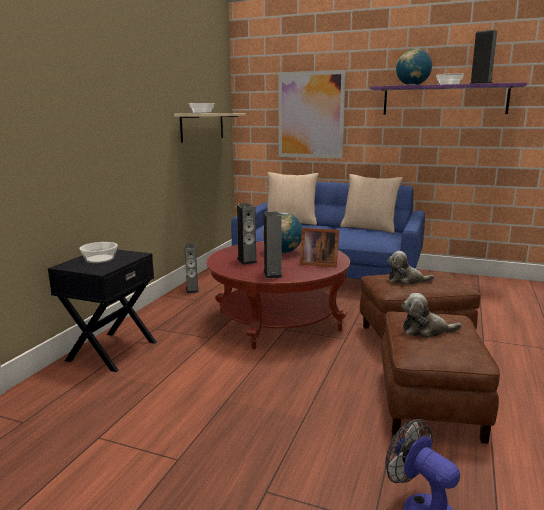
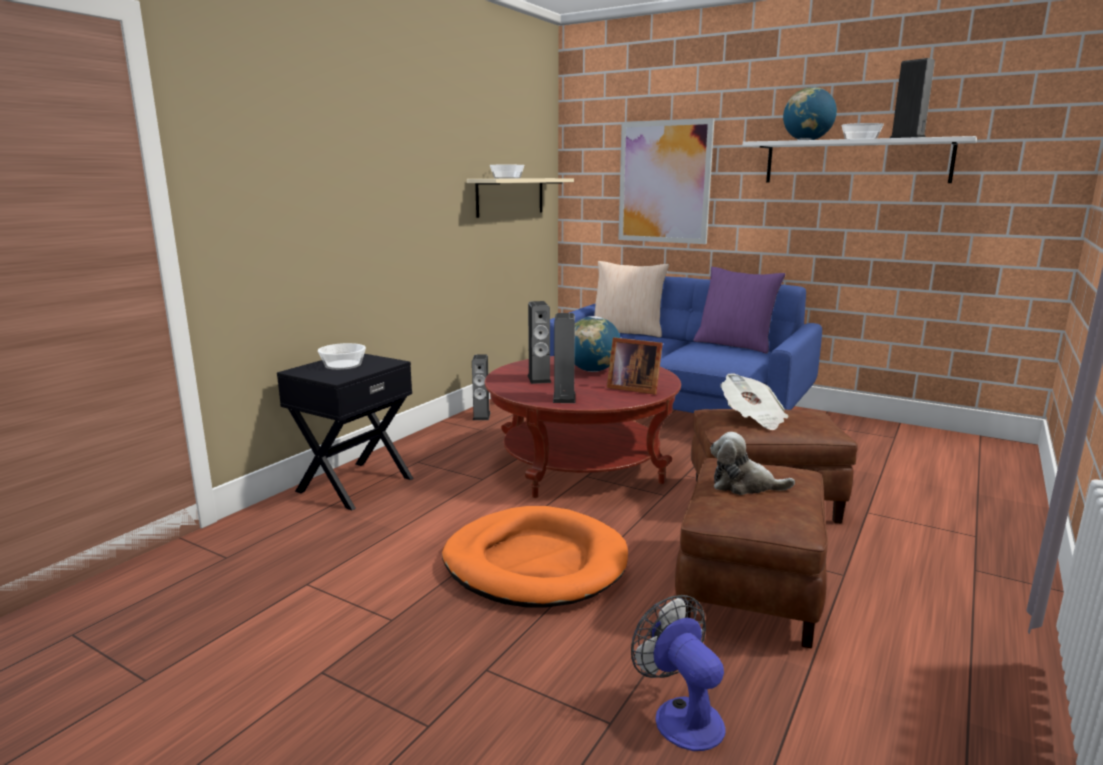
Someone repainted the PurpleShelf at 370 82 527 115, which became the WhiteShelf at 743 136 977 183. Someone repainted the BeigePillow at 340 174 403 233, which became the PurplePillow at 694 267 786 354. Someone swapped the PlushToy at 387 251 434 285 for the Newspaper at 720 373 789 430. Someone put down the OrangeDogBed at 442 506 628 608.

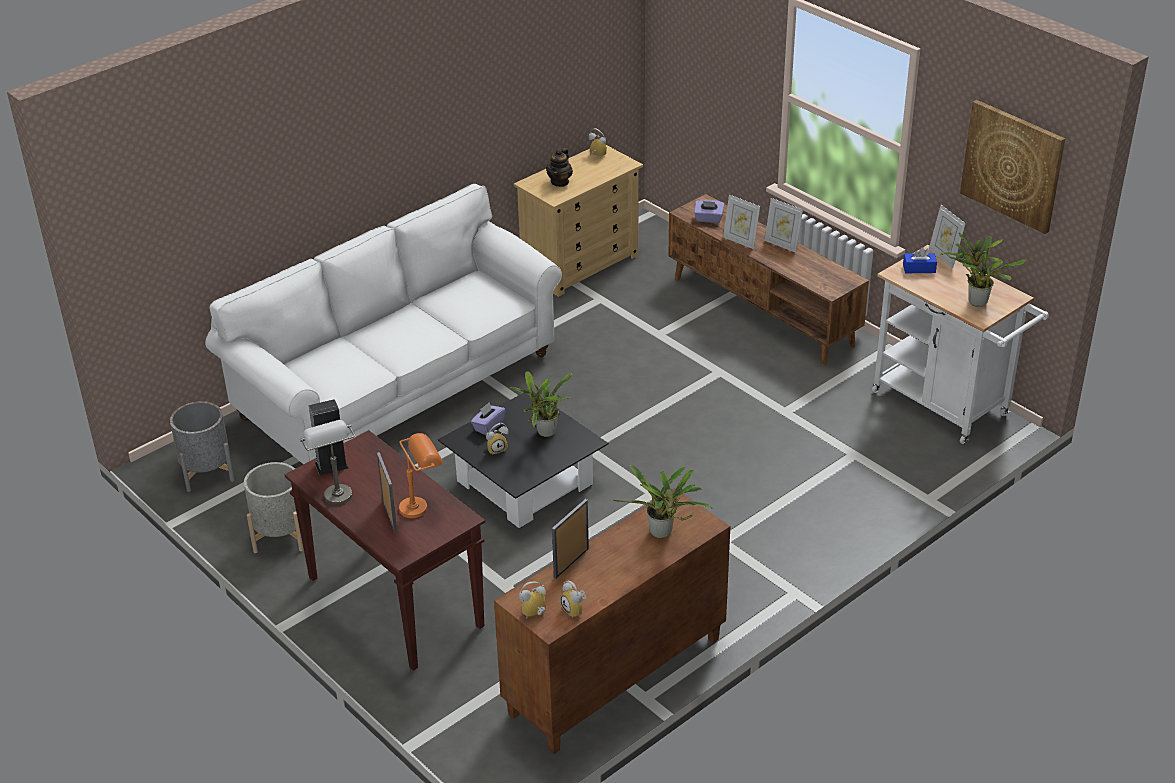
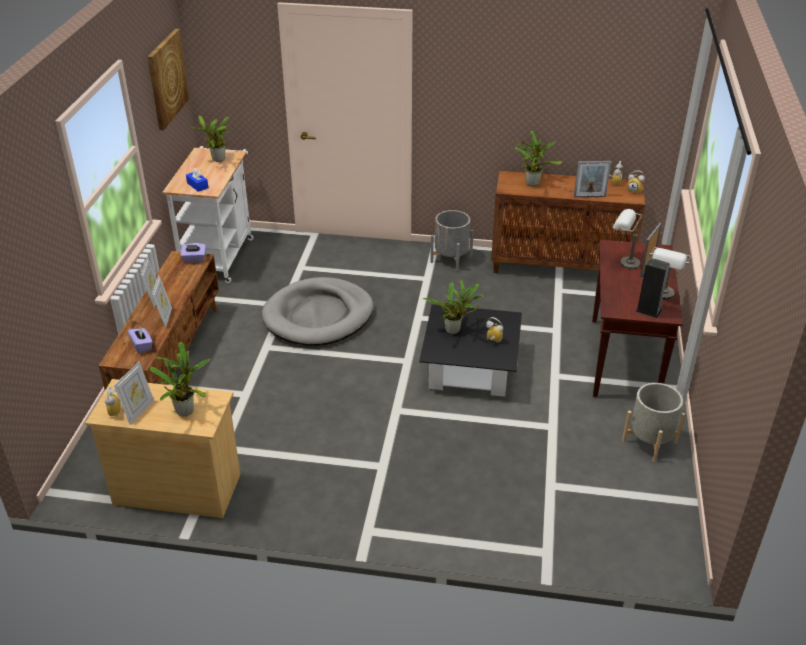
Someone swapped the Teapot at 546 148 573 187 for the PottedPlant at 150 342 210 416. Someone took away the WhiteSofa at 205 184 562 464. Someone carried the PictureFrame from 929 205 966 268 to 114 362 154 425. Someone carried the GreyPlanter from 170 401 234 492 to 430 210 474 271. Someone carried the PurpleTissueBox from 471 402 506 435 to 181 243 206 263. Someone repainted the OrangeTableLamp at 399 433 443 518, which became the GreyTableLamp at 613 209 642 270. Someone put down the GreyDogBed at 262 277 373 346.

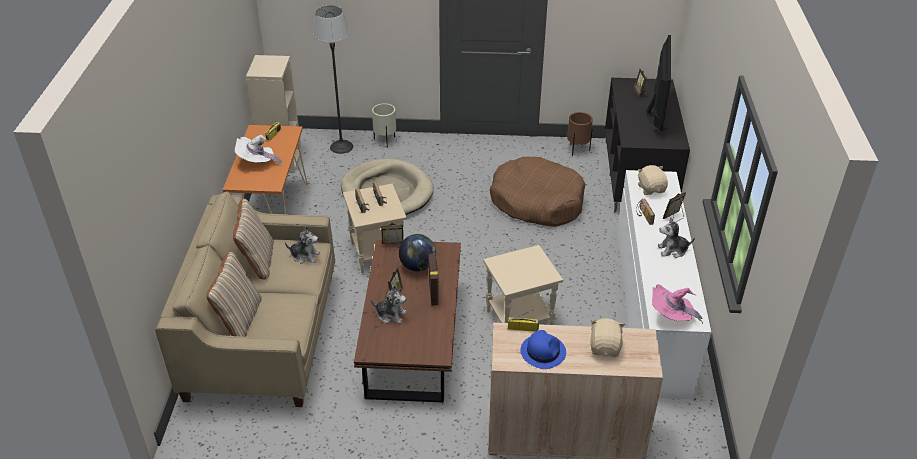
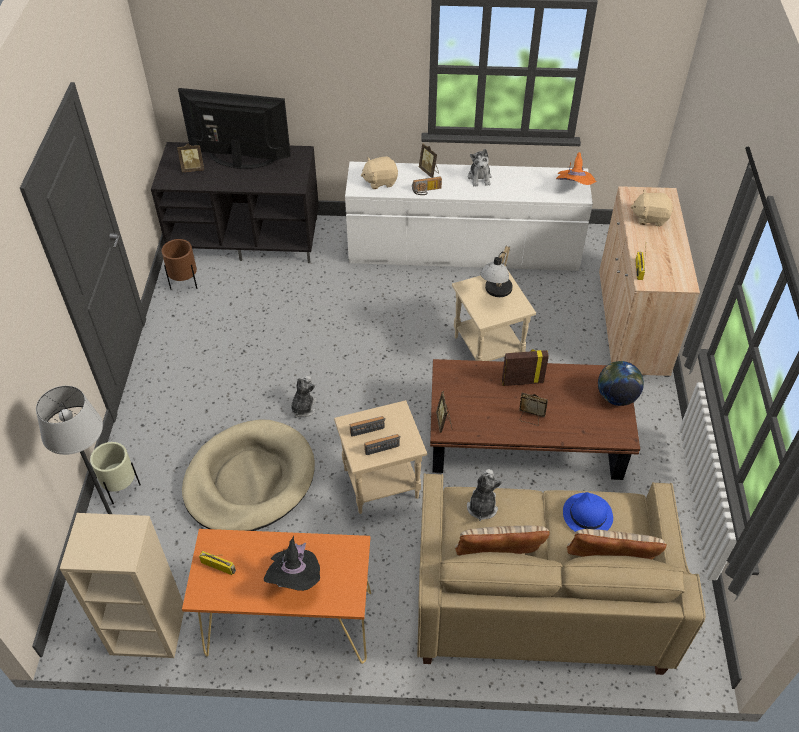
Someone repainted the WhiteHat at 235 135 283 163, which became the BlackHat at 264 536 320 591. Someone took away the BrownDogBed at 490 157 585 227. Someone carried the Globe from 399 234 436 271 to 598 361 644 406. Someone repainted the PinkHat at 652 284 703 324, which became the OrangeHat at 556 152 597 185. Someone carried the PlushToy from 371 286 407 324 to 290 376 317 417. Someone carried the BlueHat from 520 330 566 369 to 563 492 613 532. Someone put down the TableLamp at 480 246 513 297.

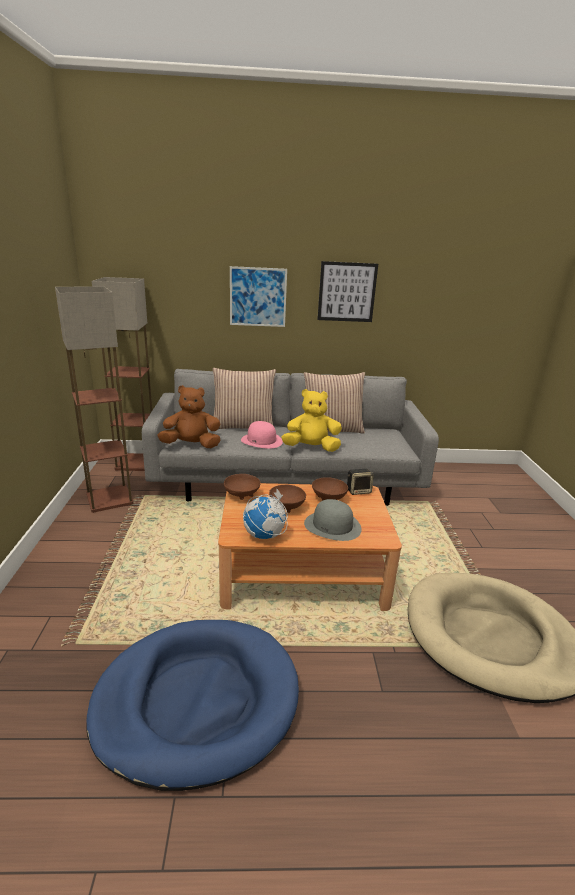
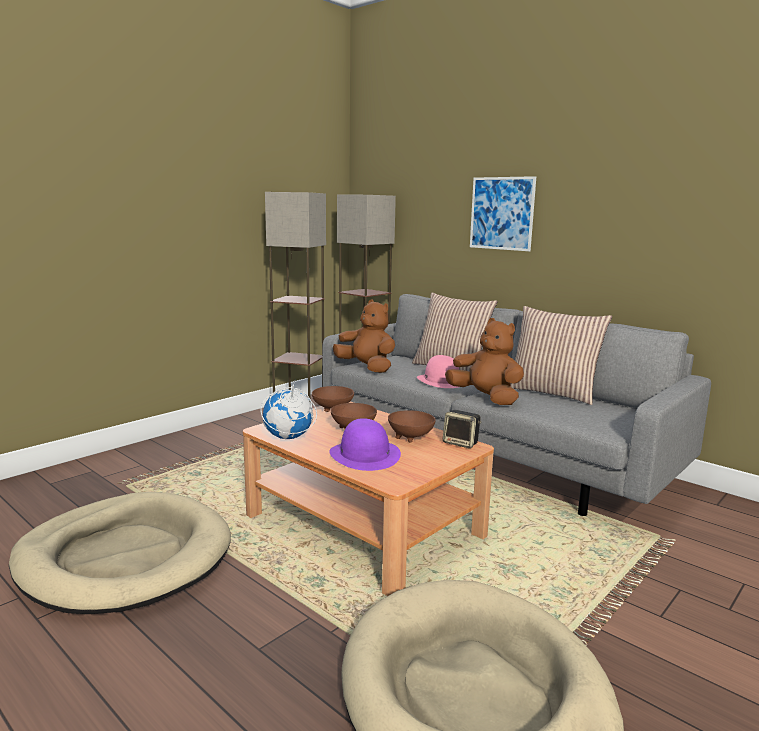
Someone took away the Picture at 317 261 378 322. Someone repainted the YellowPlushToy at 281 389 342 452, which became the BrownPlushToy at 445 318 524 405. Someone repainted the GreyHat at 304 499 362 541, which became the PurpleHat at 329 418 401 471. Someone repainted the BlueDogBed at 86 620 299 791, which became the BeigeDogBed at 9 492 231 614.

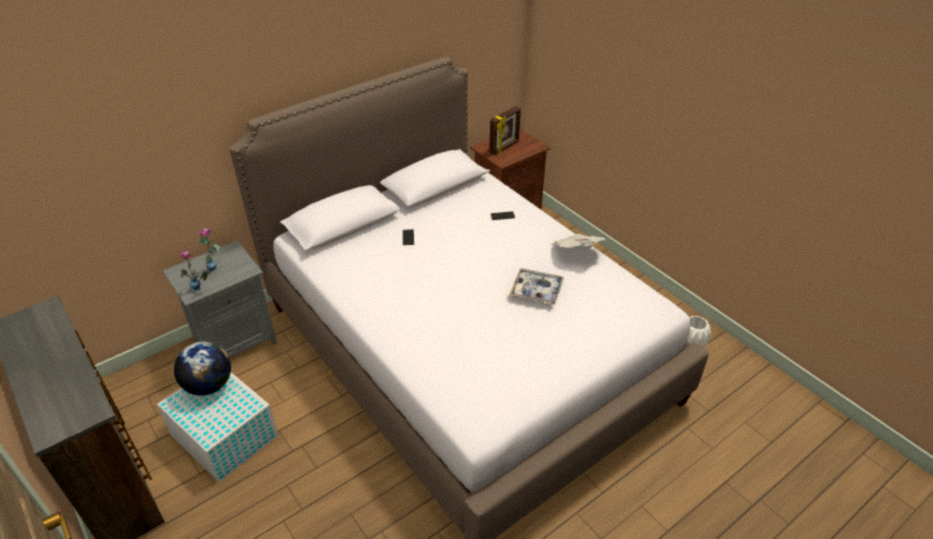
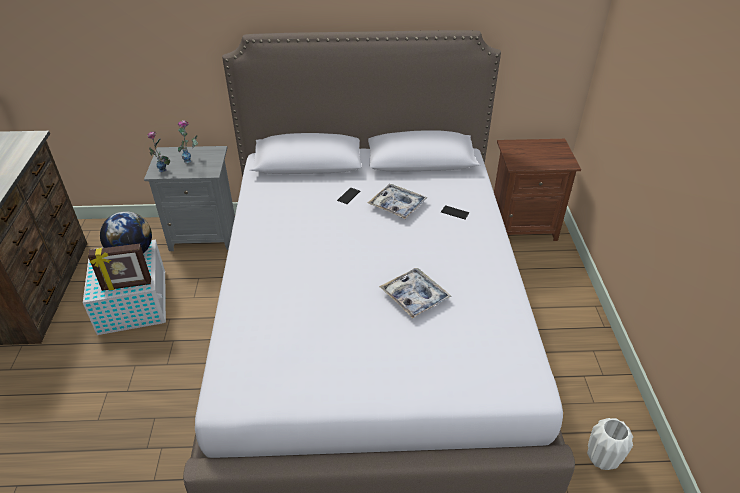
Someone carried the PictureFrame from 489 106 521 155 to 88 244 151 291. Someone took away the Newspaper at 554 234 606 248. Someone put down the Tray at 368 184 427 219.

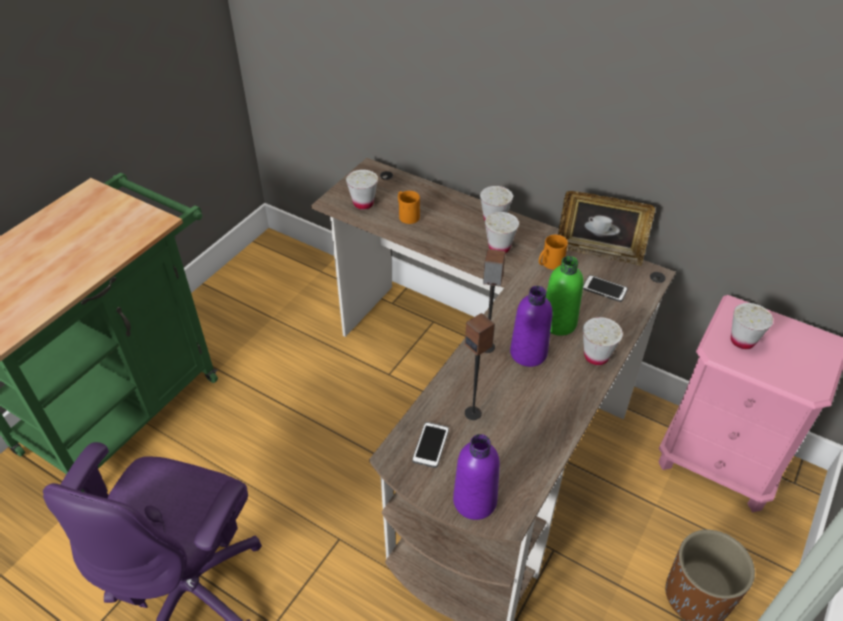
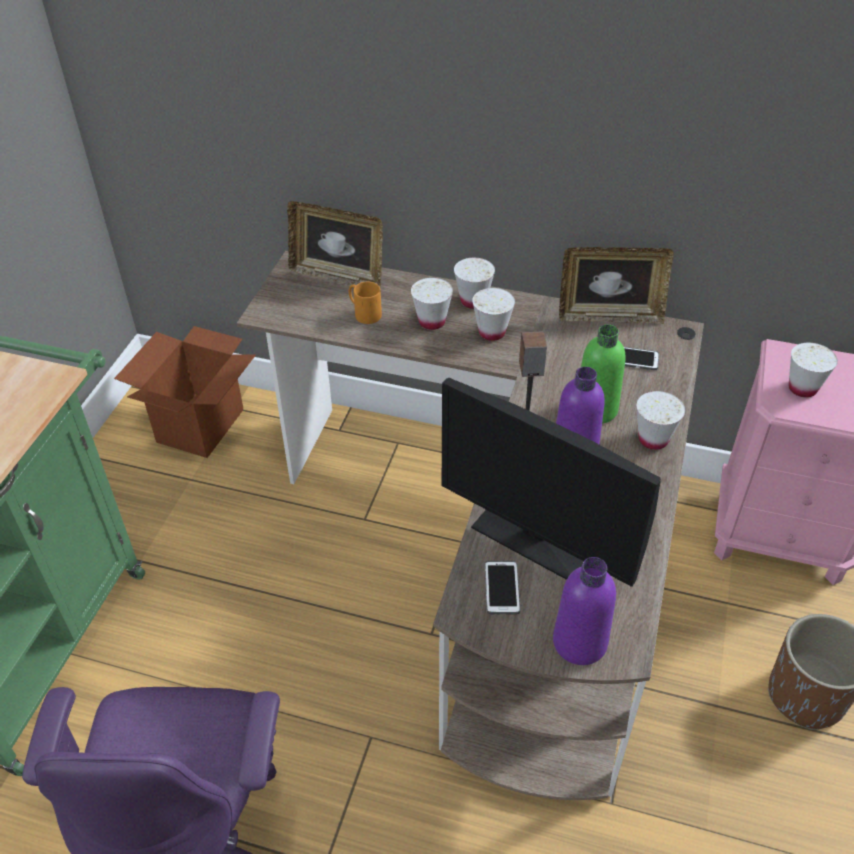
Someone carried the WhiteCup from 346 170 378 210 to 411 278 453 330. Someone took away the OrangeMug at 539 235 568 270. Someone swapped the Speaker at 465 313 495 420 for the Monitor at 442 378 661 587. Someone put down the PictureFrame at 287 201 383 287. Someone put down the CardboardBox at 114 326 256 458.

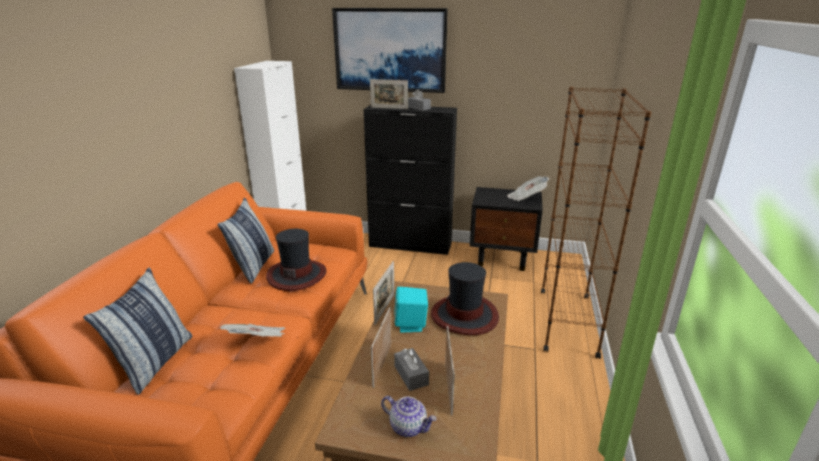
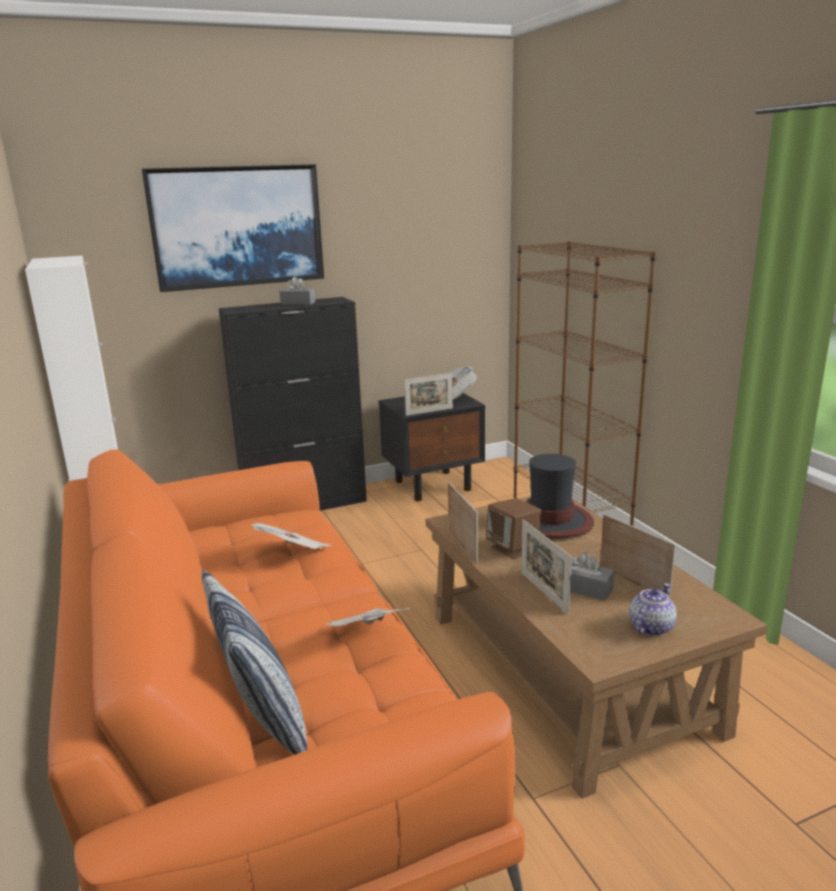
Someone carried the PictureFrame from 370 79 408 109 to 404 373 453 416. Someone took away the Pillow at 217 198 274 284. Someone swapped the Hat at 266 229 326 291 for the Newspaper at 251 523 332 549. Someone repainted the TurquoiseSpeaker at 394 287 428 333, which became the BrownSpeaker at 486 498 541 559. Someone rotated the Teapot at 381 396 437 437 by 45 degrees counterclockwise.

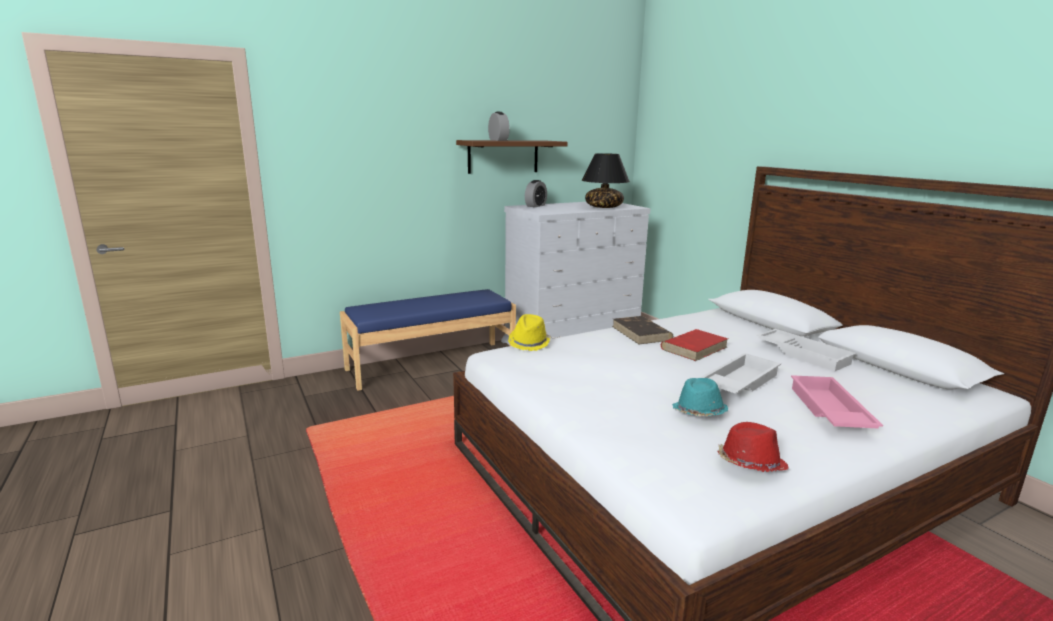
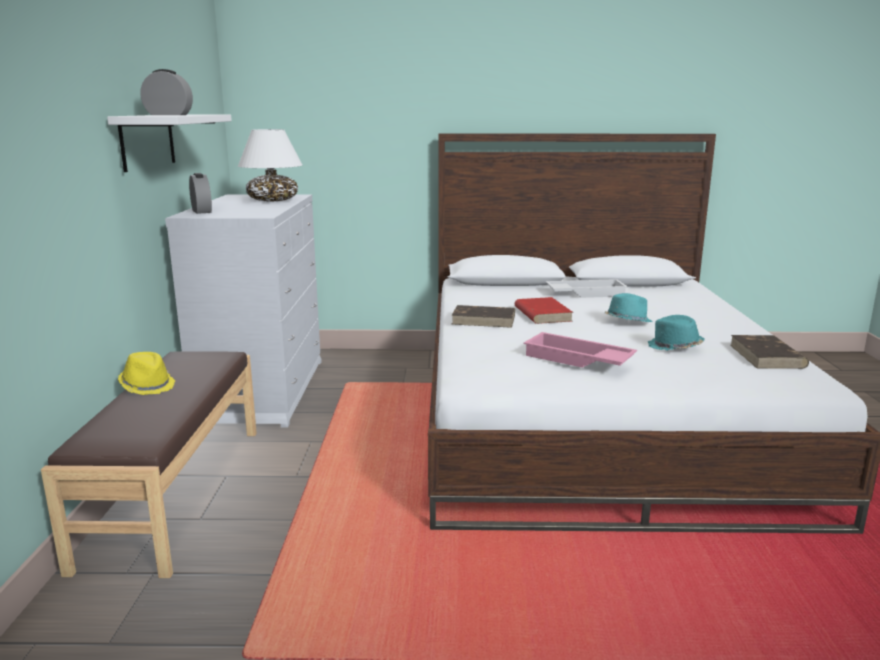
Someone repainted the BrownShelf at 456 140 568 174, which became the WhiteShelf at 107 115 232 172. Someone repainted the BlackTableLamp at 582 153 630 208, which became the WhiteTableLamp at 238 129 302 201. Someone repainted the BlueBench at 340 289 516 391, which became the BrownBench at 41 351 257 578. Someone carried the YellowHat from 508 314 551 351 to 118 352 176 395. Someone swapped the WhiteTray at 700 353 781 394 for the TurquoiseHat at 605 293 653 322. Someone carried the PinkTray from 791 375 883 429 to 523 332 637 368. Someone swapped the RedHat at 718 422 789 472 for the BrownBook at 730 335 809 369.

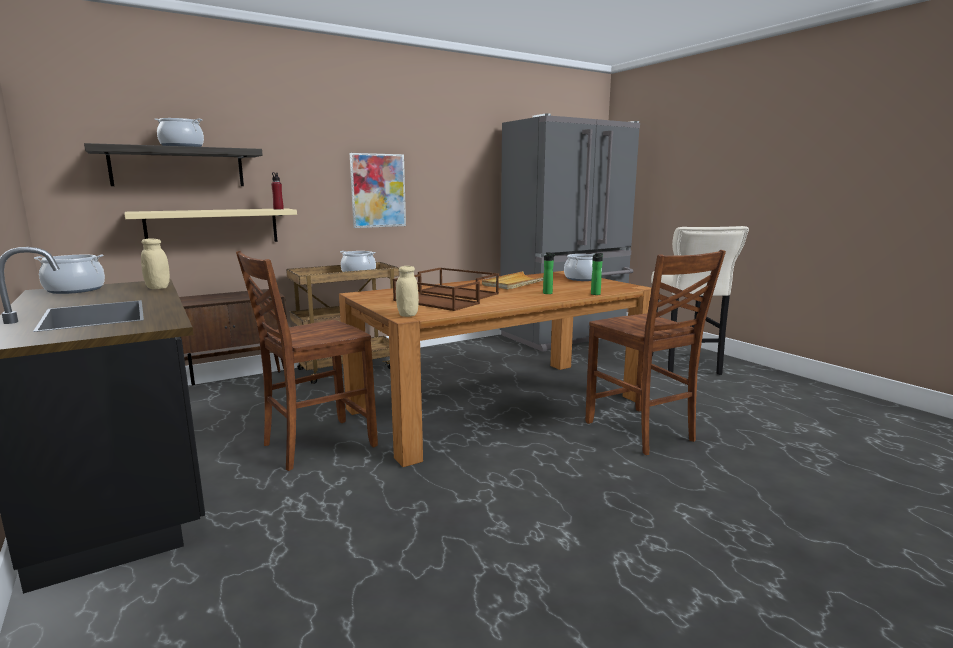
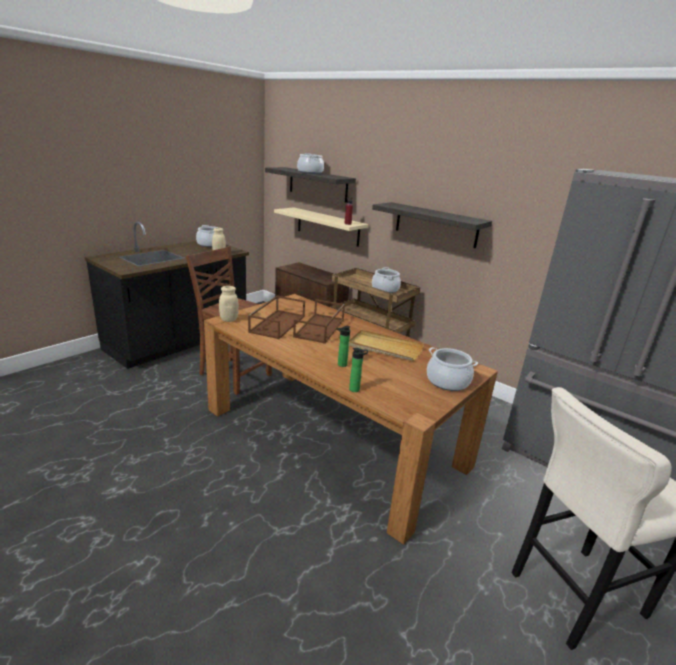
Someone swapped the Picture at 350 153 406 228 for the Shelf at 372 202 492 248. Someone took away the BrownChair at 585 250 726 455.

